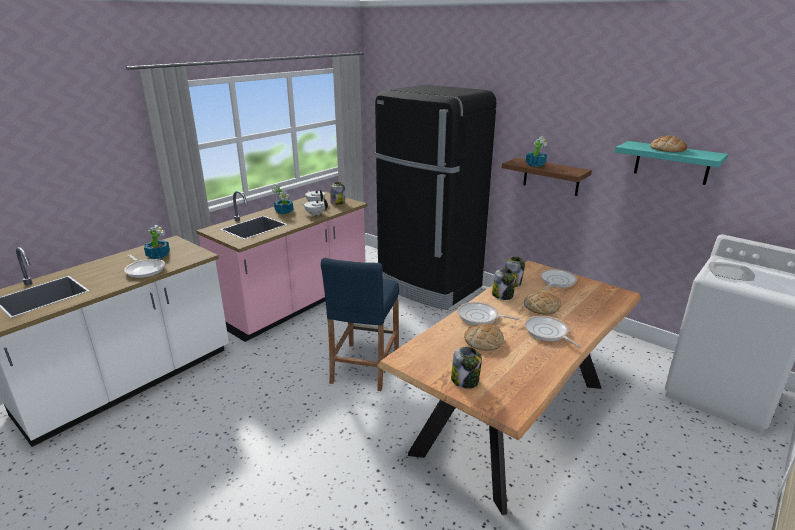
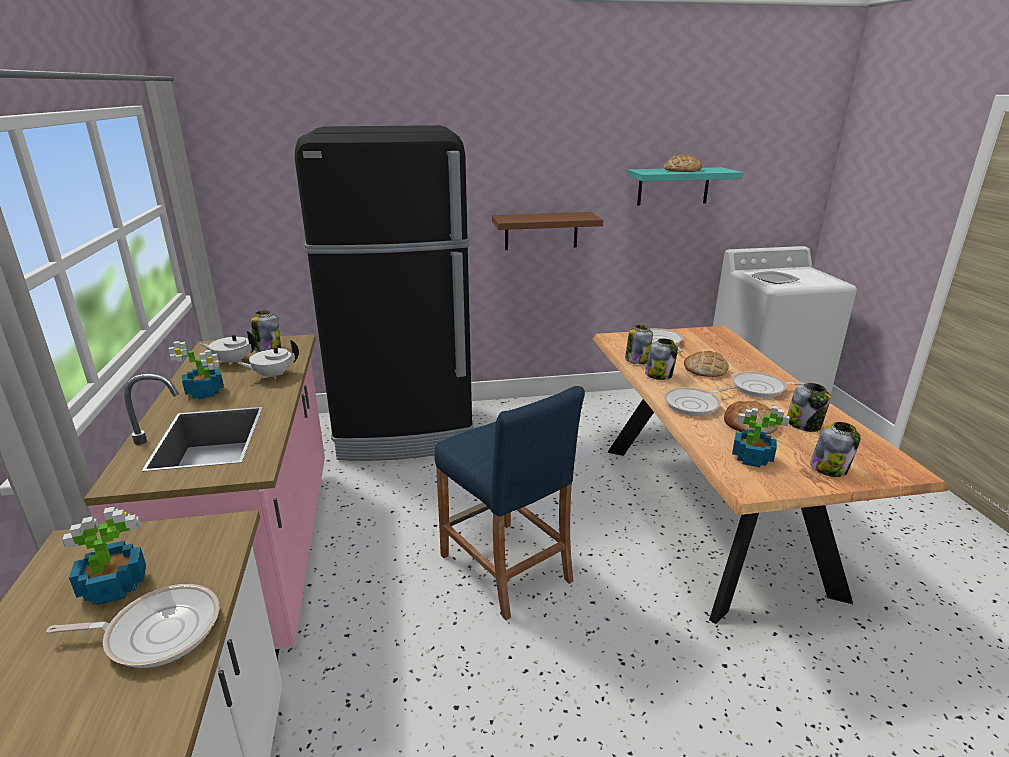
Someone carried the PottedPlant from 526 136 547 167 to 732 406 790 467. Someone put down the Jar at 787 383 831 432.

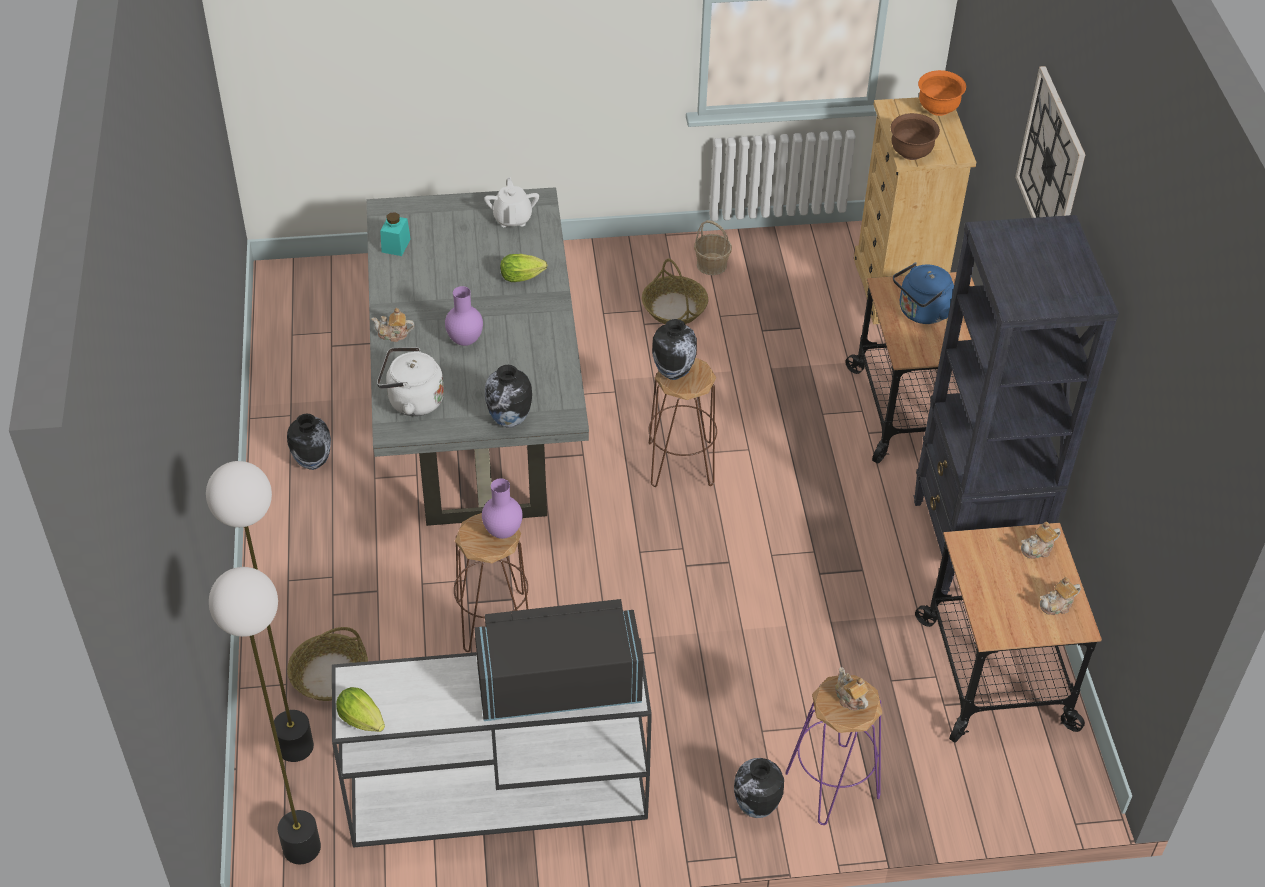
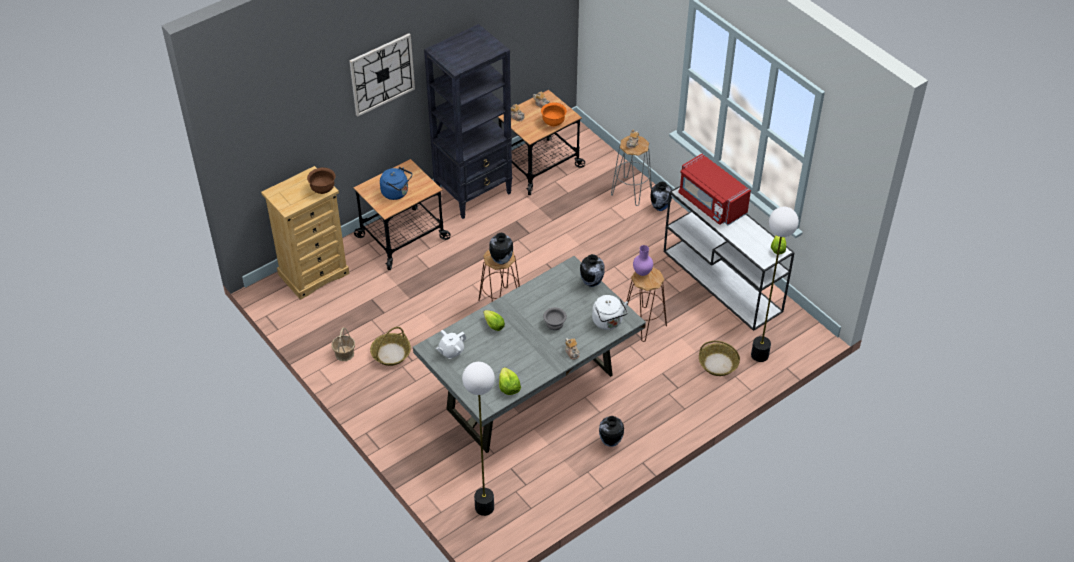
Someone carried the OrangeBowl from 918 70 966 116 to 541 103 567 126. Someone swapped the TurquoiseJar at 380 212 411 256 for the Lettuce at 499 367 521 395. Someone swapped the PurpleVase at 445 286 483 346 for the GreyBowl at 543 307 567 330. Someone carried the FloorLamp from 209 567 321 864 to 462 362 495 516. Someone repainted the BlackMicrowave at 474 599 643 721, which became the RedMicrowave at 678 154 751 225. Someone repainted the PurpleStool at 785 675 882 825, which became the GreyStool at 611 136 652 206.

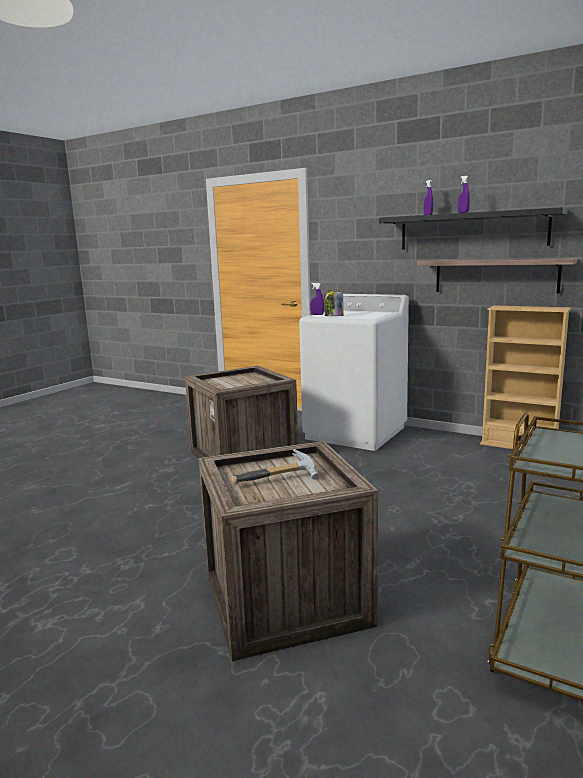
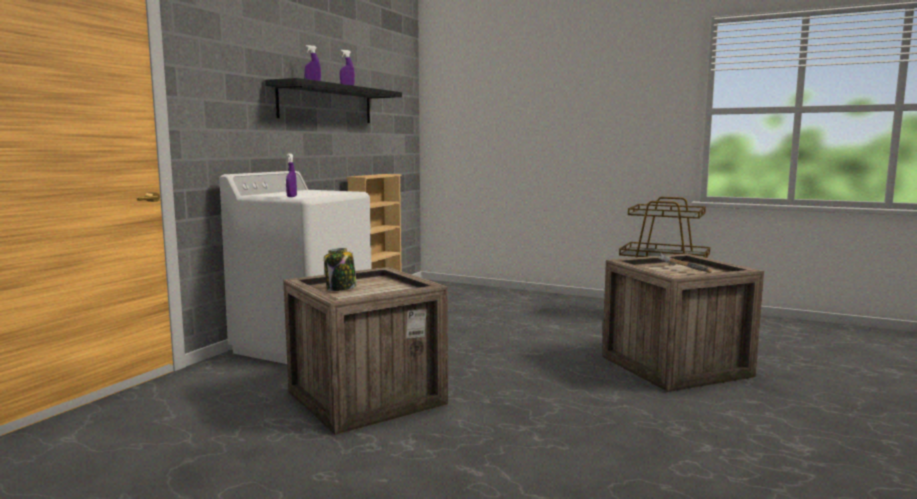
Someone took away the Shelf at 417 258 577 294. Someone carried the Jar from 325 290 343 316 to 324 248 357 291.

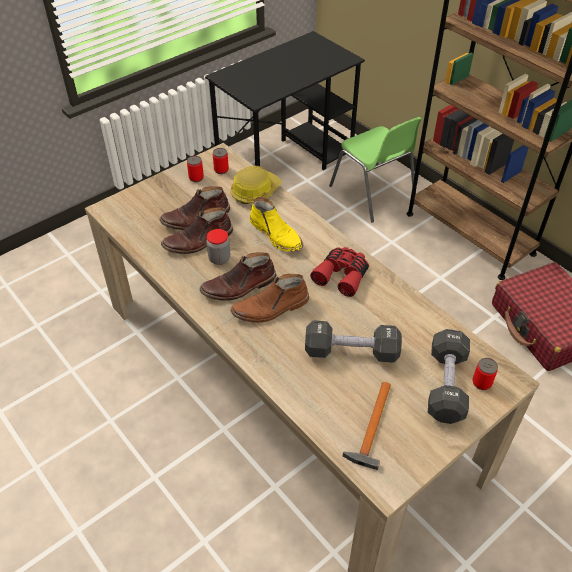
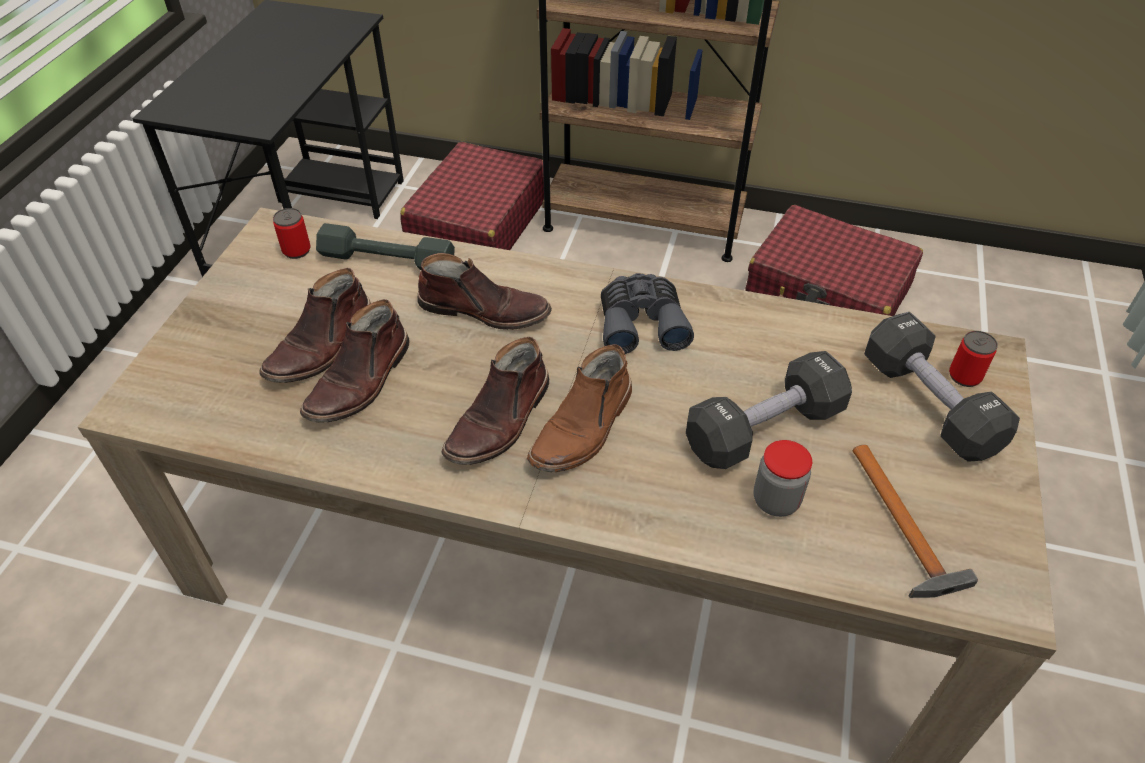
Someone swapped the GreenChair at 329 117 422 223 for the RedSuitcase at 400 142 544 250. Someone took away the Can at 187 156 204 182. Someone swapped the HardHat at 230 166 282 204 for the GreyDumbbell at 316 223 455 270. Someone repainted the YellowBoot at 250 197 303 252, which became the BrownBoot at 417 253 552 330. Someone carried the Jar from 207 229 230 265 to 754 440 812 517. Someone repainted the RedBinoculars at 310 247 369 297, which became the GreyBinoculars at 601 273 694 354.

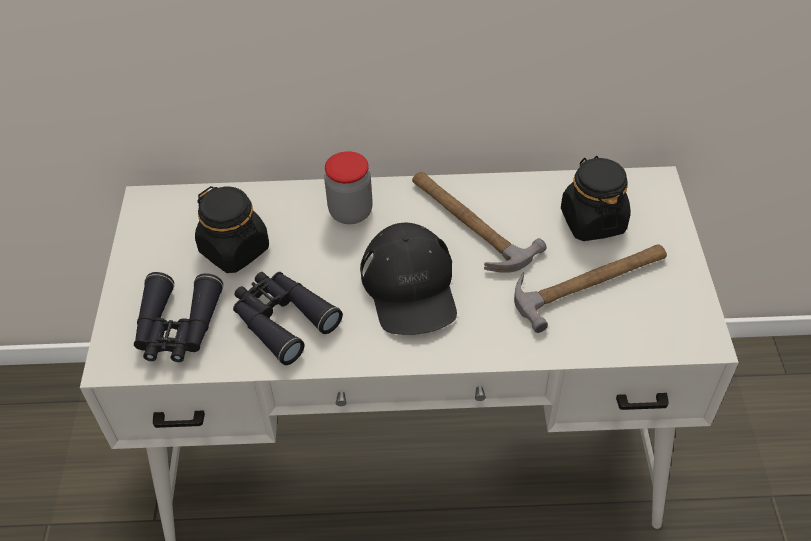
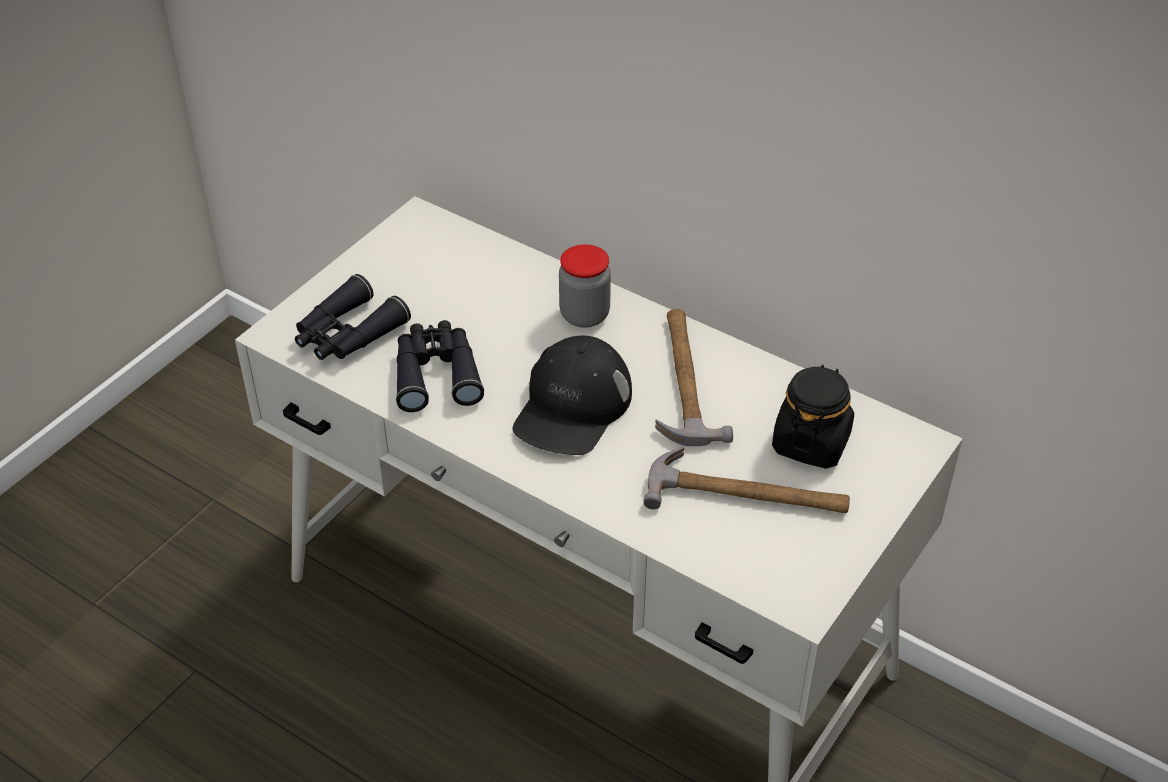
Someone took away the BlackJar at 195 186 269 273.

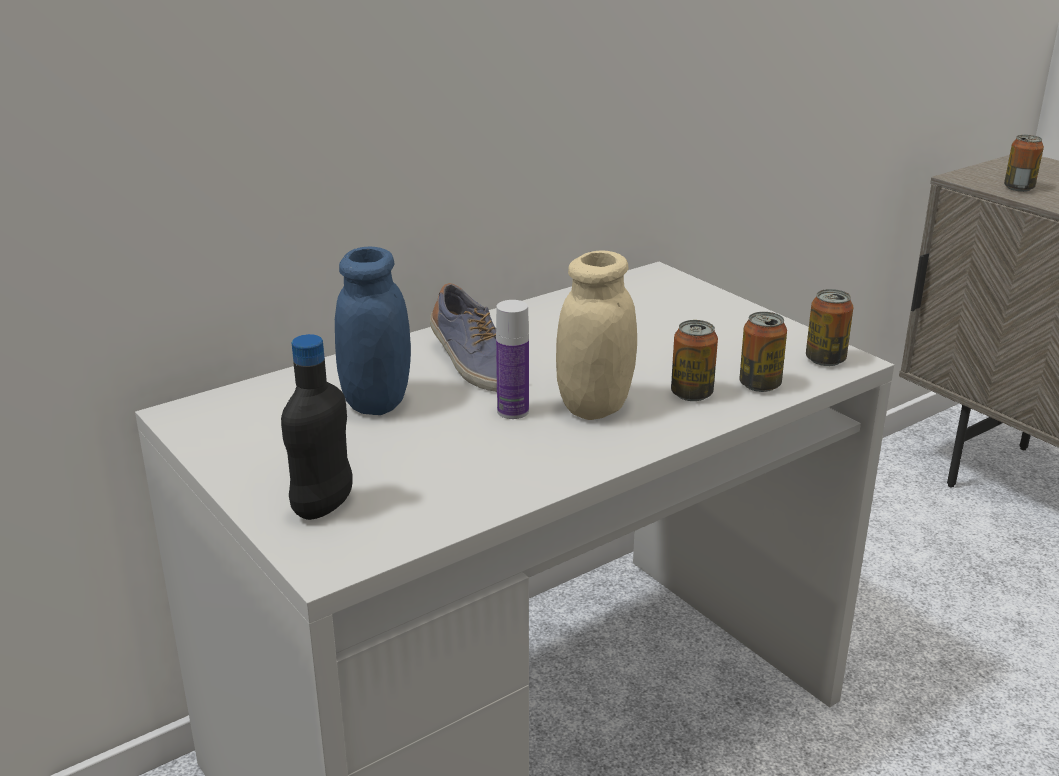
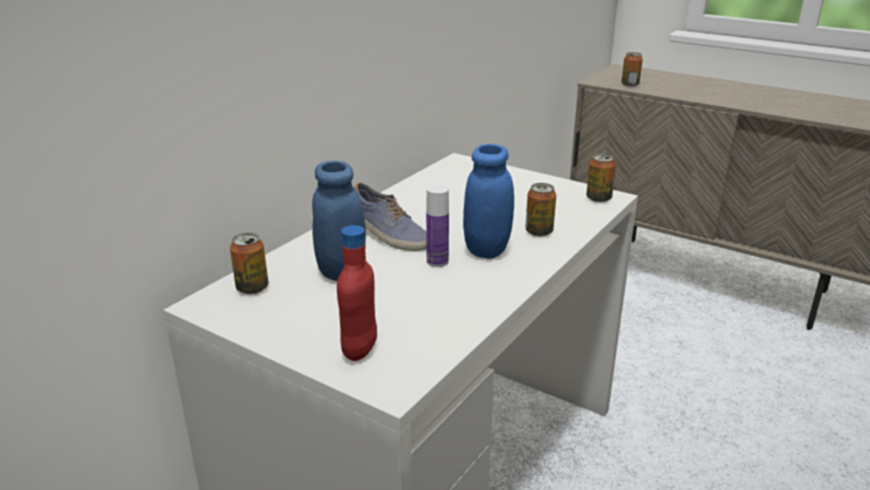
Someone repainted the BeigeJar at 556 251 637 420, which became the BlueJar at 463 144 514 259. Someone carried the Can from 739 312 787 392 to 230 233 268 294. Someone repainted the BlackBottle at 281 334 352 520, which became the RedBottle at 337 225 377 361.

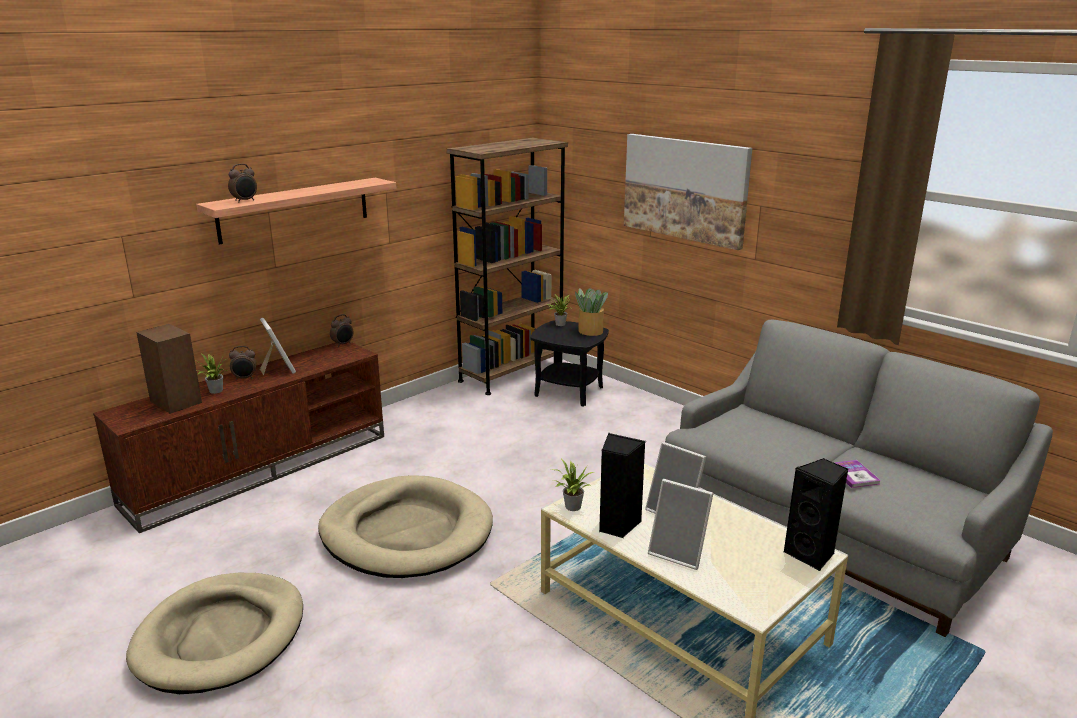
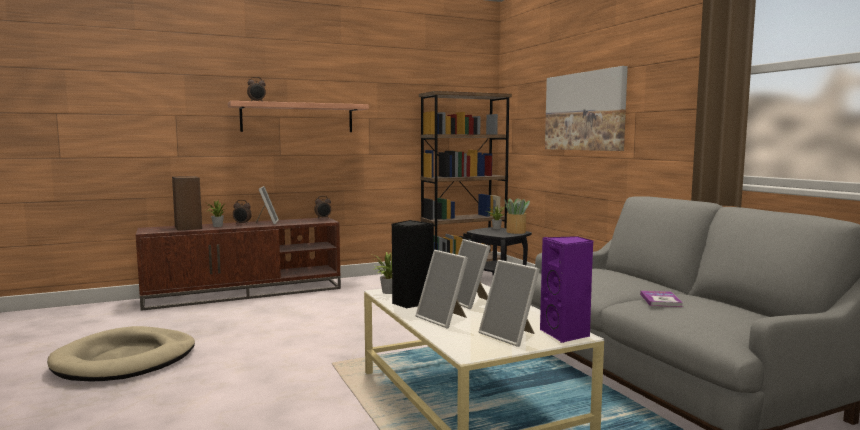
Someone repainted the BlackSpeaker at 784 458 848 571, which became the PurpleSpeaker at 540 236 593 343. Someone took away the BeigeDogBed at 318 476 493 578. Someone put down the PictureFrame at 479 260 540 347.

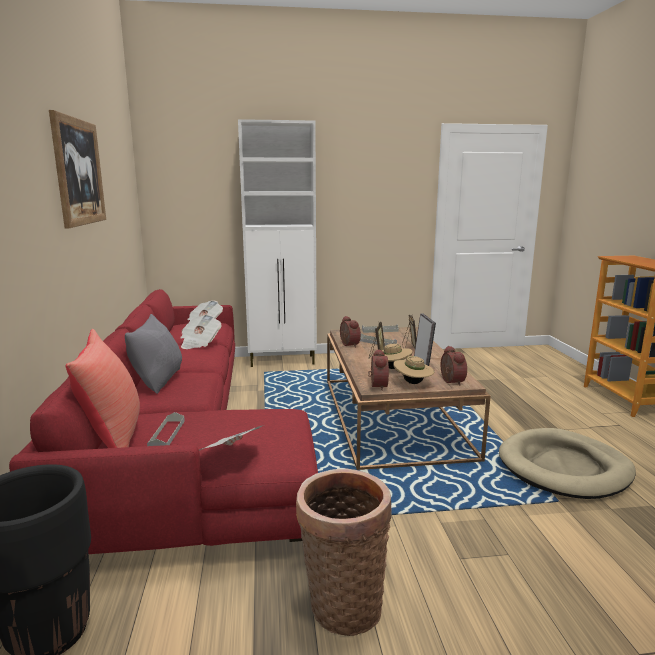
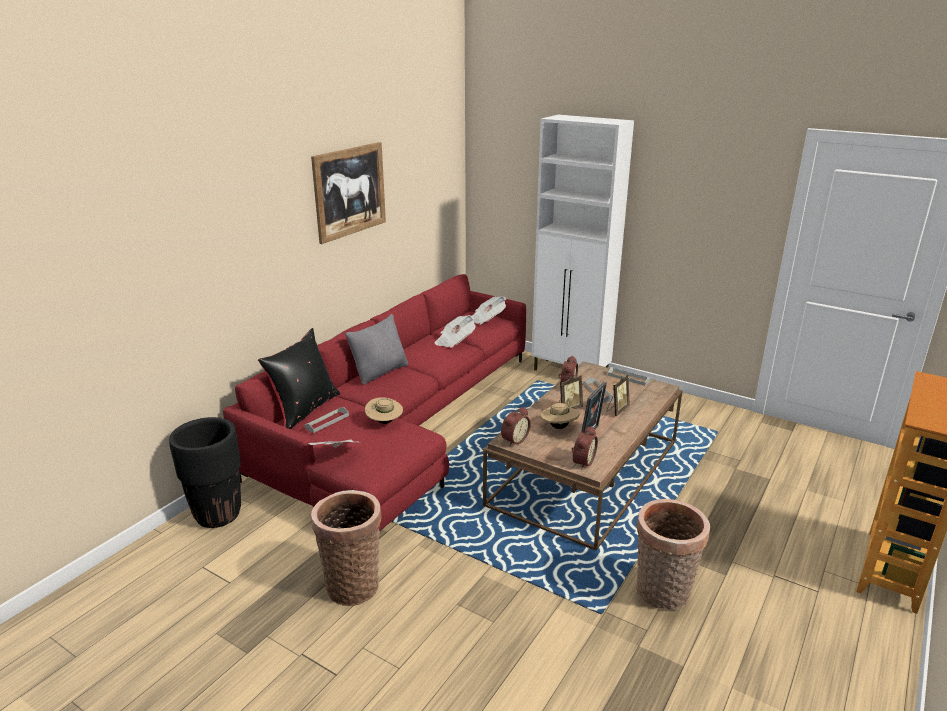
Someone repainted the RedPillow at 66 329 140 448, which became the BlackPillow at 258 328 340 429. Someone carried the BeigeHat from 393 356 434 384 to 365 397 403 424. Someone swapped the BeigeDogBed at 499 428 636 499 for the Basket at 636 499 710 610.

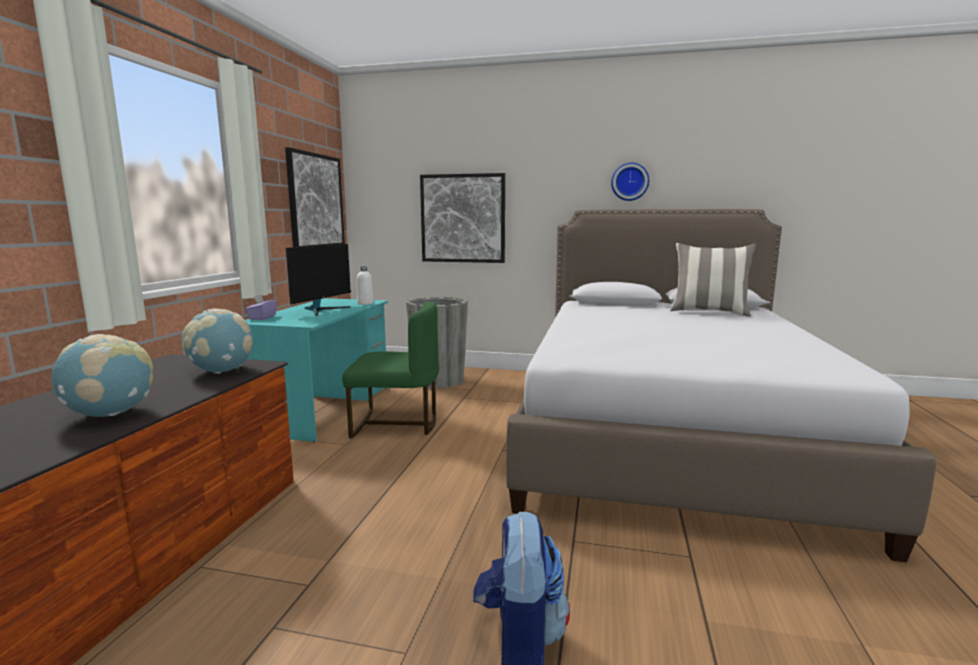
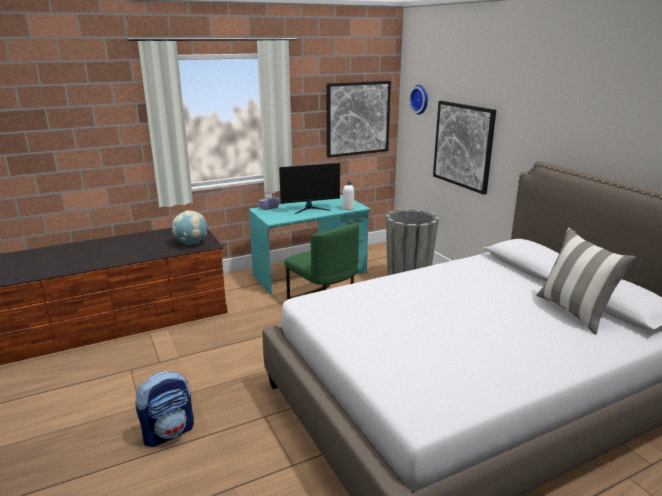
Someone carried the WallClock from 611 163 649 201 to 409 85 428 115. Someone took away the Globe at 51 334 153 417.

